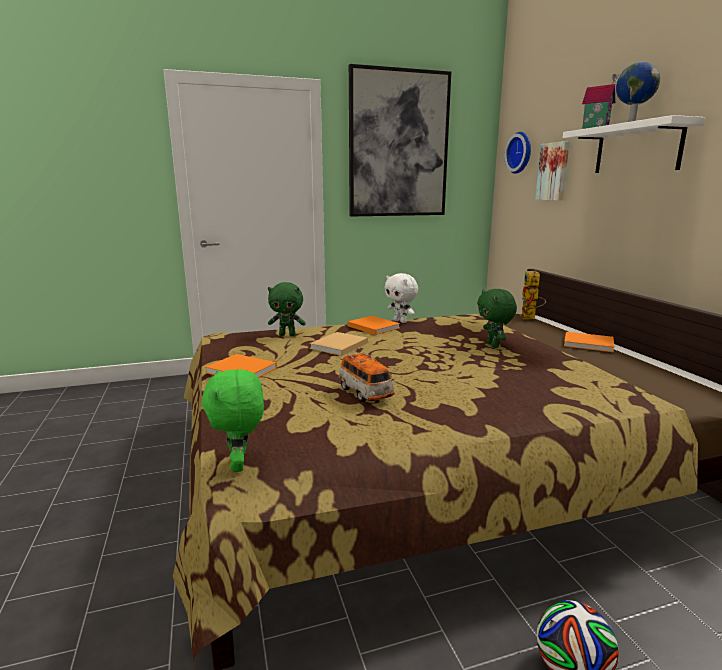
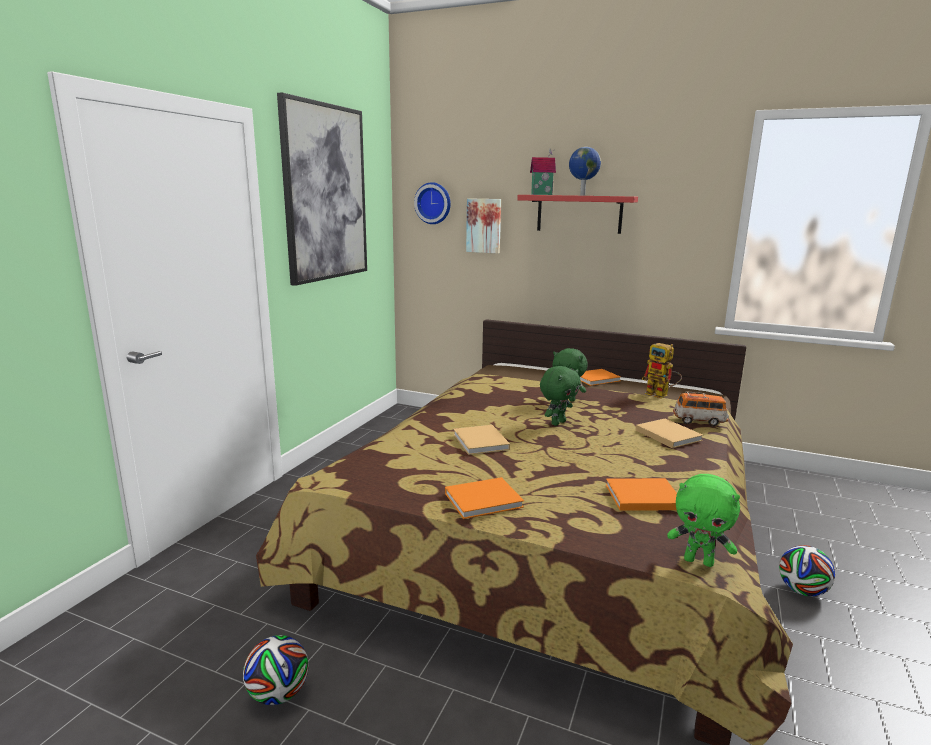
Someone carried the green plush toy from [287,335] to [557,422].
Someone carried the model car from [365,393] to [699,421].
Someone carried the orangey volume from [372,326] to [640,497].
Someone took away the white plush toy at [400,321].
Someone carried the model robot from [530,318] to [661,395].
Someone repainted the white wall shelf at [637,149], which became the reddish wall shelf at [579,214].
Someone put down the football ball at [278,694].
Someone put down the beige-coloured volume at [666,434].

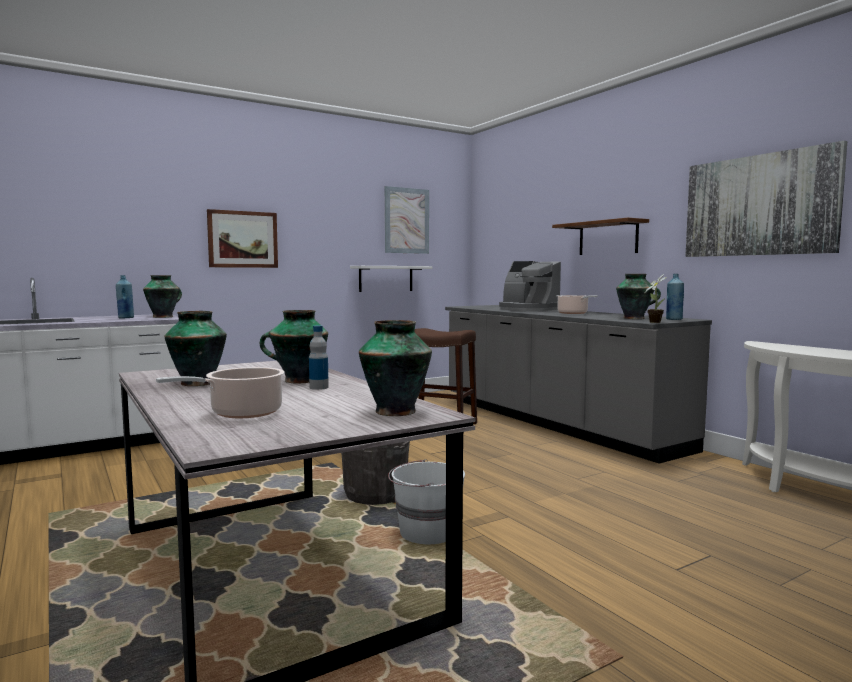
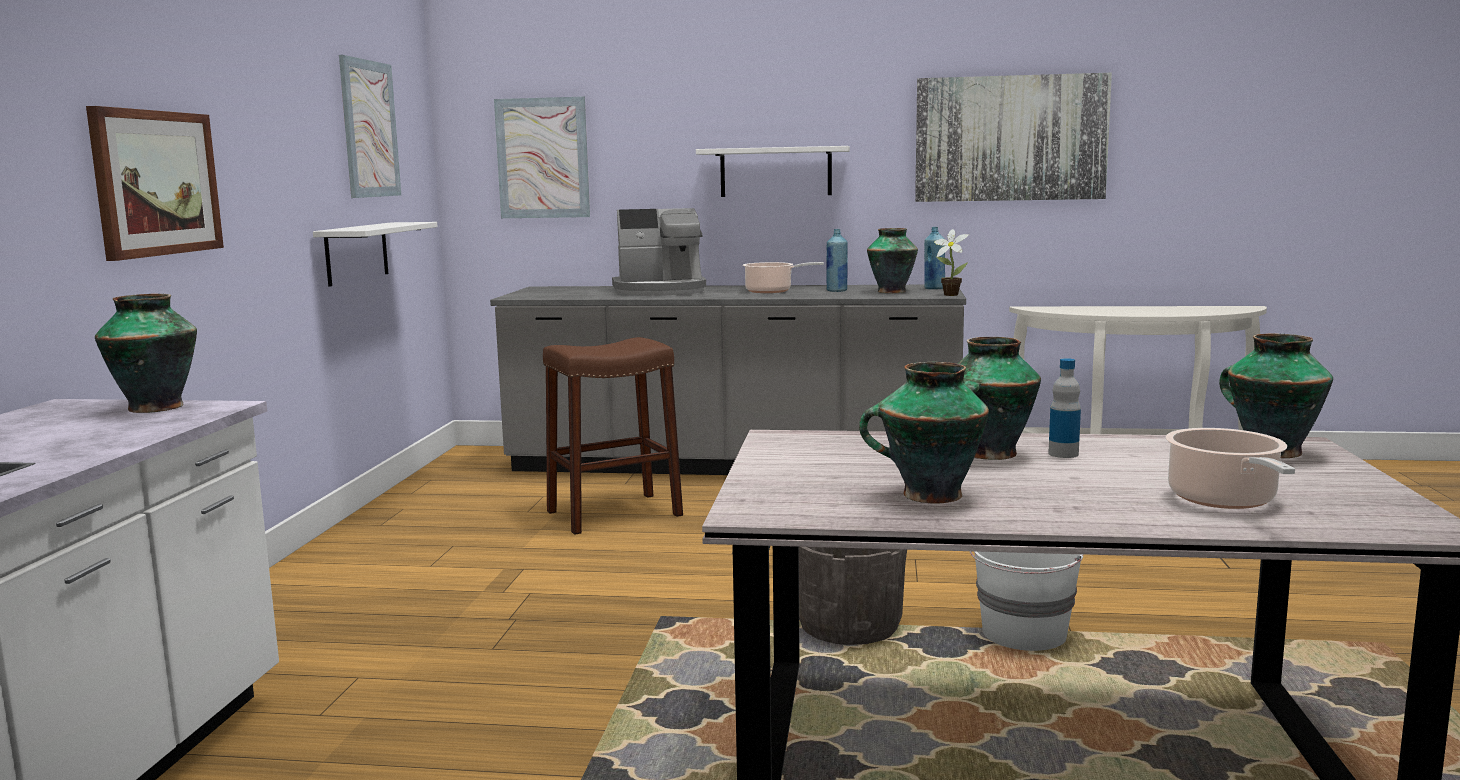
Someone carried the blue-coloured drink bottle from [125,318] to [836,291].
Someone repainted the brown-coloured wall shelf at [608,238], which became the white wall shelf at [775,172].
Someone put up the wall picture at [542,158].

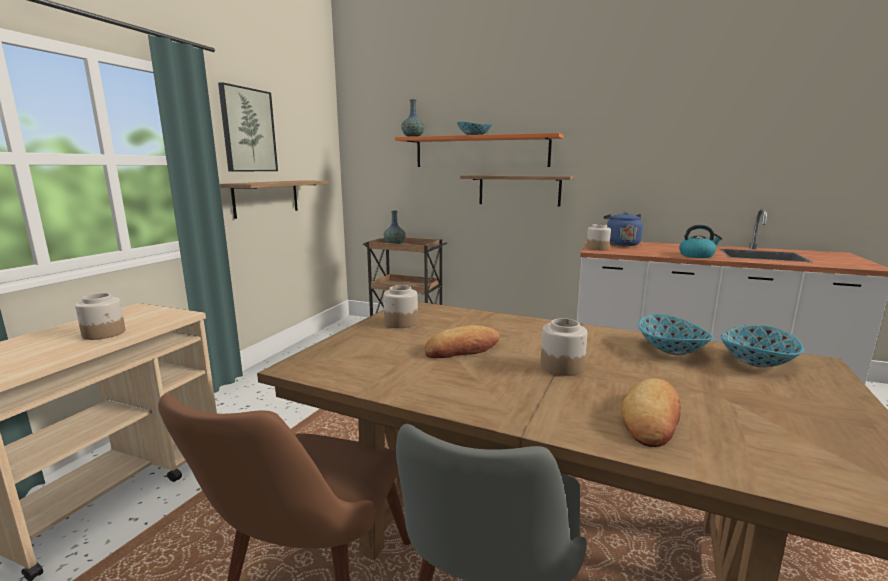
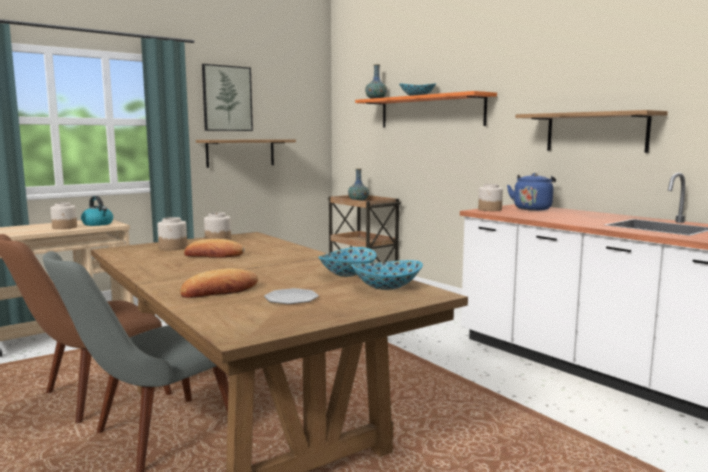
Someone carried the wall shelf from [519,190] to [595,132].
Someone carried the jar from [562,366] to [173,247].
Someone carried the tea kettle from [697,255] to [98,224].
Someone put down the flat dish at [291,298].

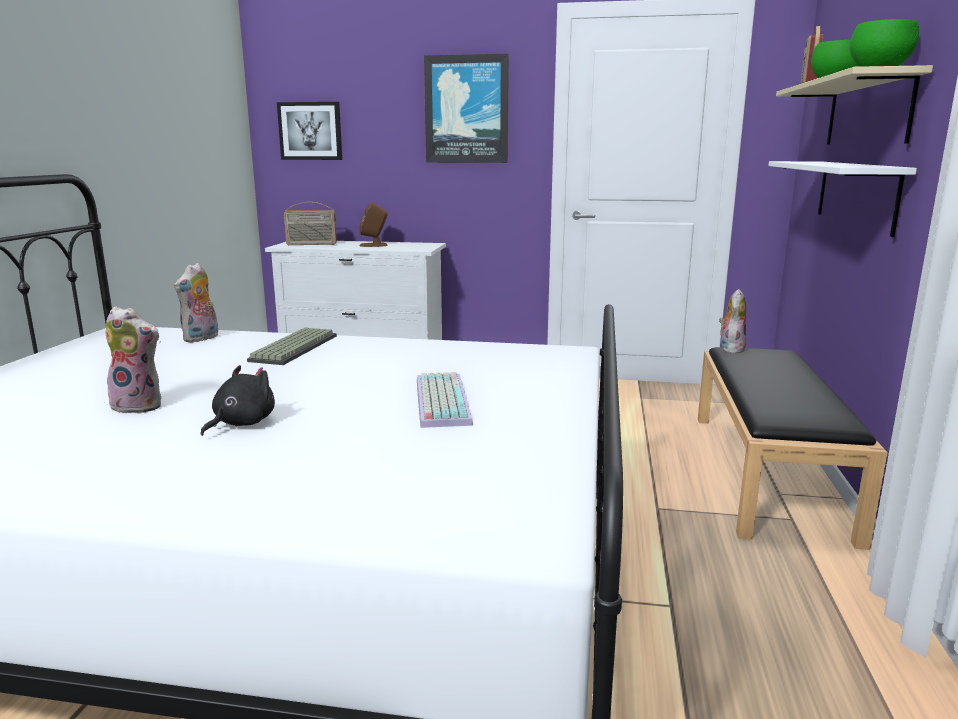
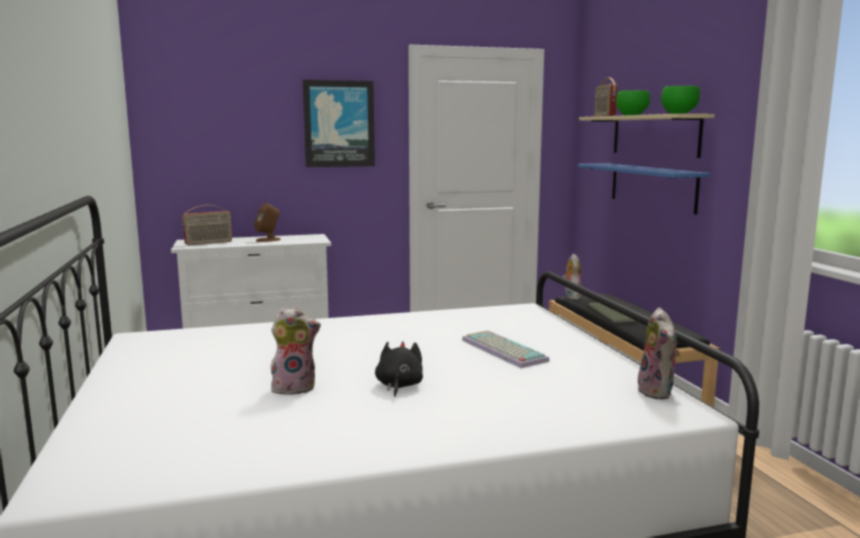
Someone carried the plush toy from [201,338] to [658,392].
Someone carried the computer keyboard from [293,347] to [609,314].
Someone took away the wall picture at [310,131].
Someone repainted the white wall shelf at [856,194], which became the blue-coloured wall shelf at [652,186].

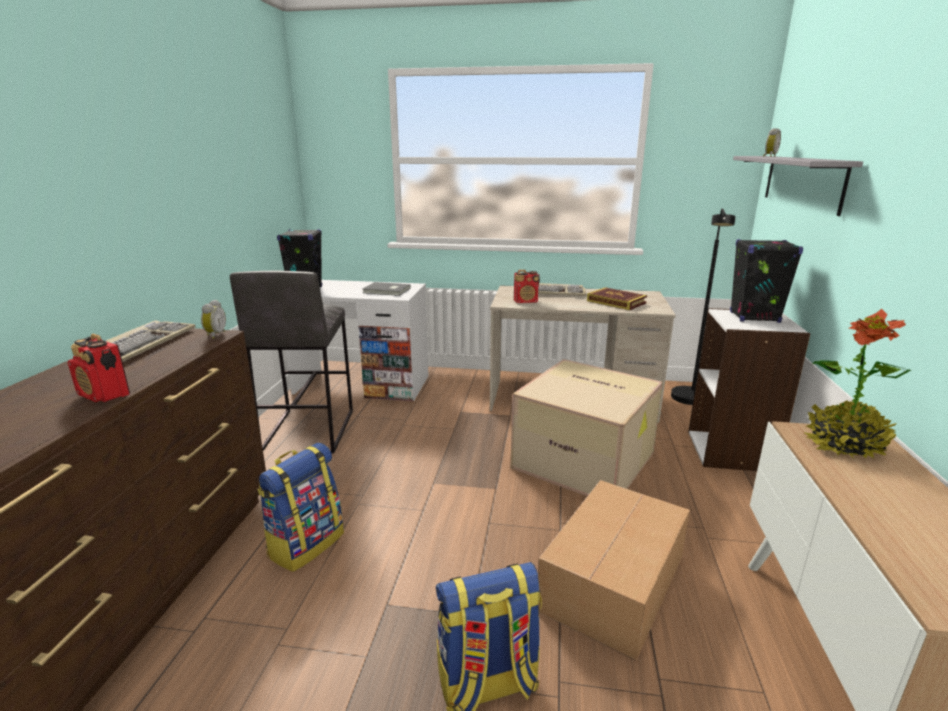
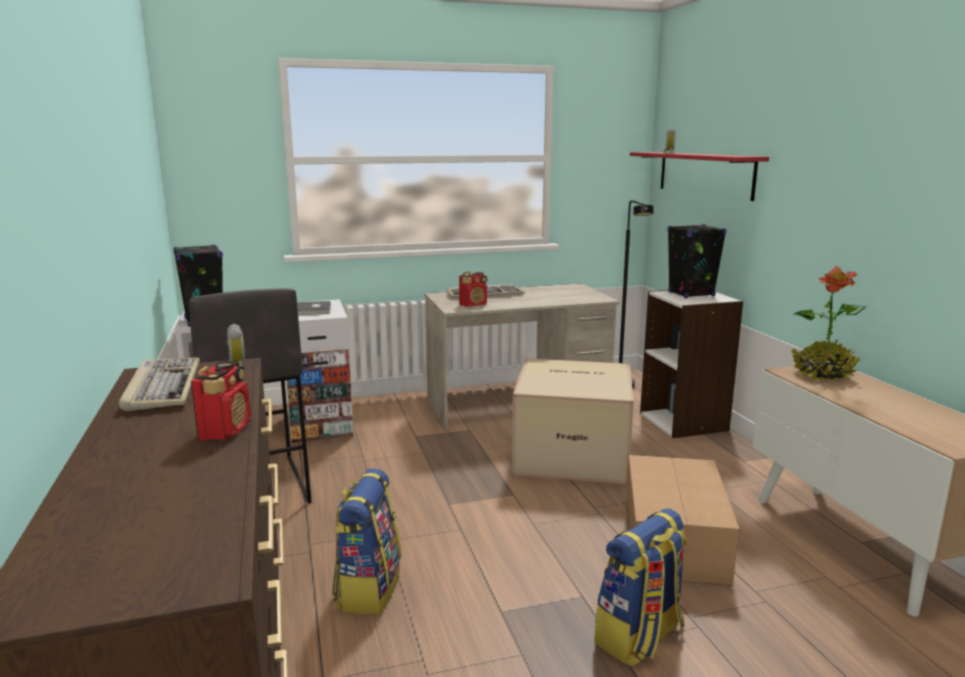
Someone rotated the radio at [104,395] by 90 degrees counterclockwise.
Someone took away the volume at [616,302].
Someone repainted the grey wall shelf at [802,182], which became the reddish wall shelf at [704,174].

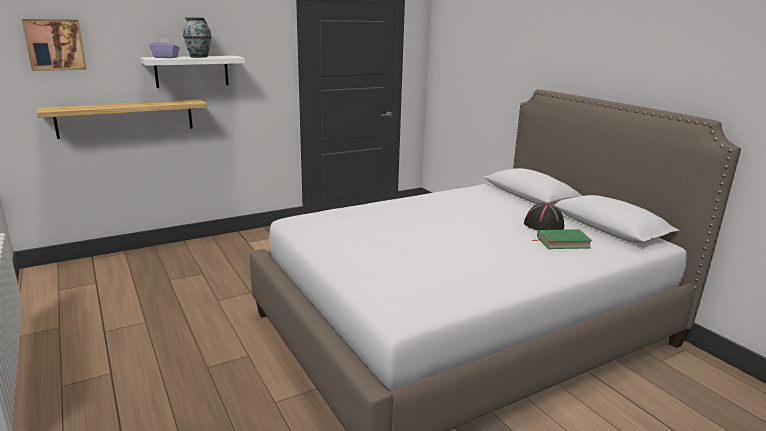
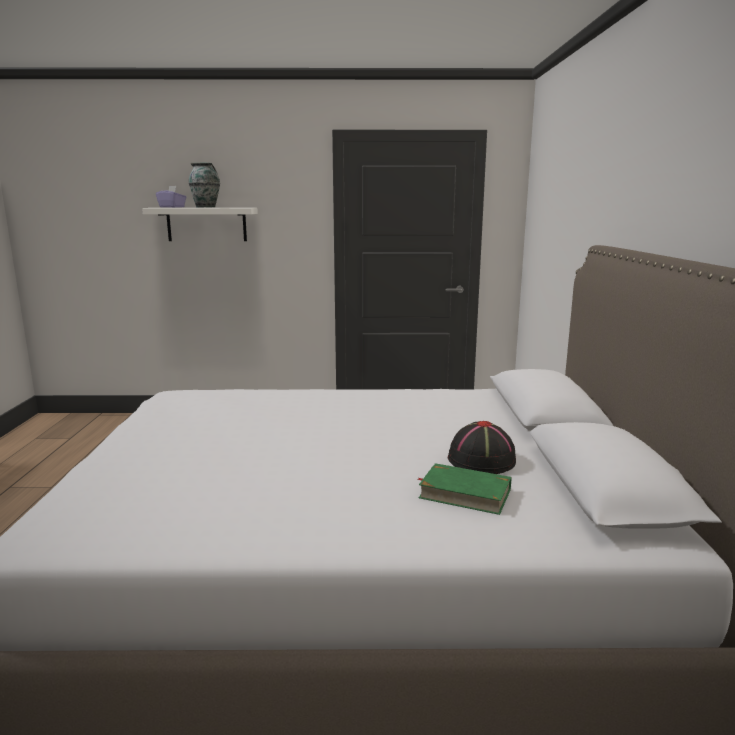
Someone took away the wall picture at [55,44].
Someone took away the wall shelf at [126,118].

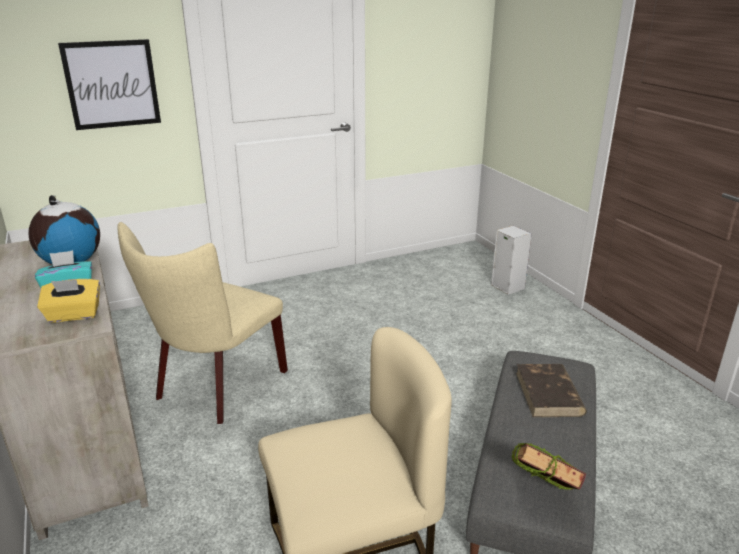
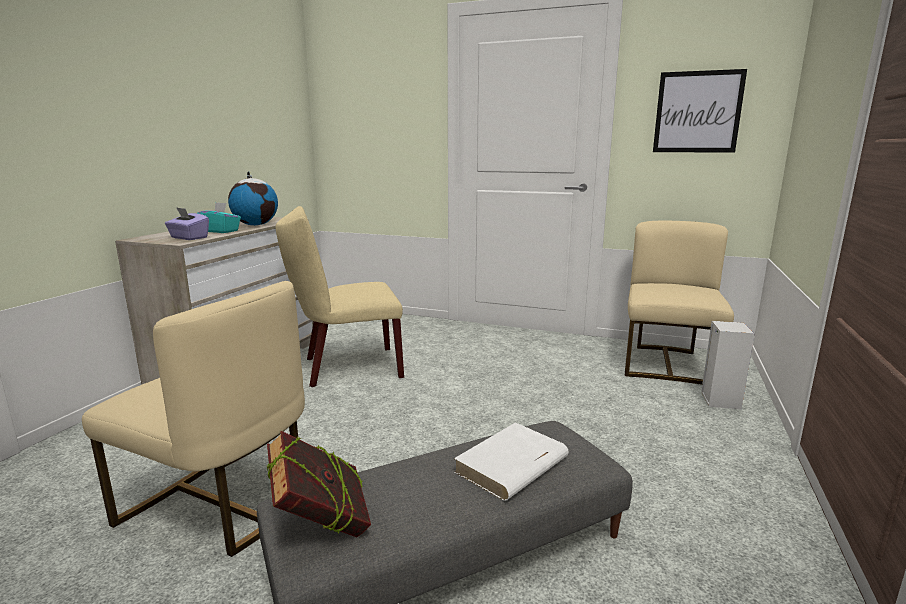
Someone repainted the yellowish tissue holder at [74,315], which became the purple-coloured tissue holder at [188,238].
Someone carried the wall picture from [112,84] to [697,112].
Someone repainted the brown-coloured volume at [549,394], which became the white volume at [511,466].
Someone put down the beige-coloured chair at [668,364].

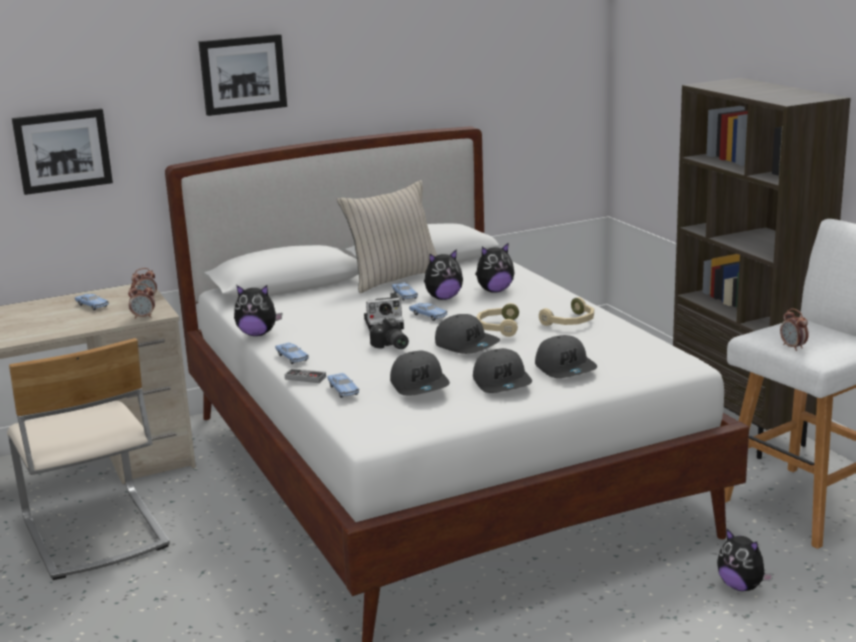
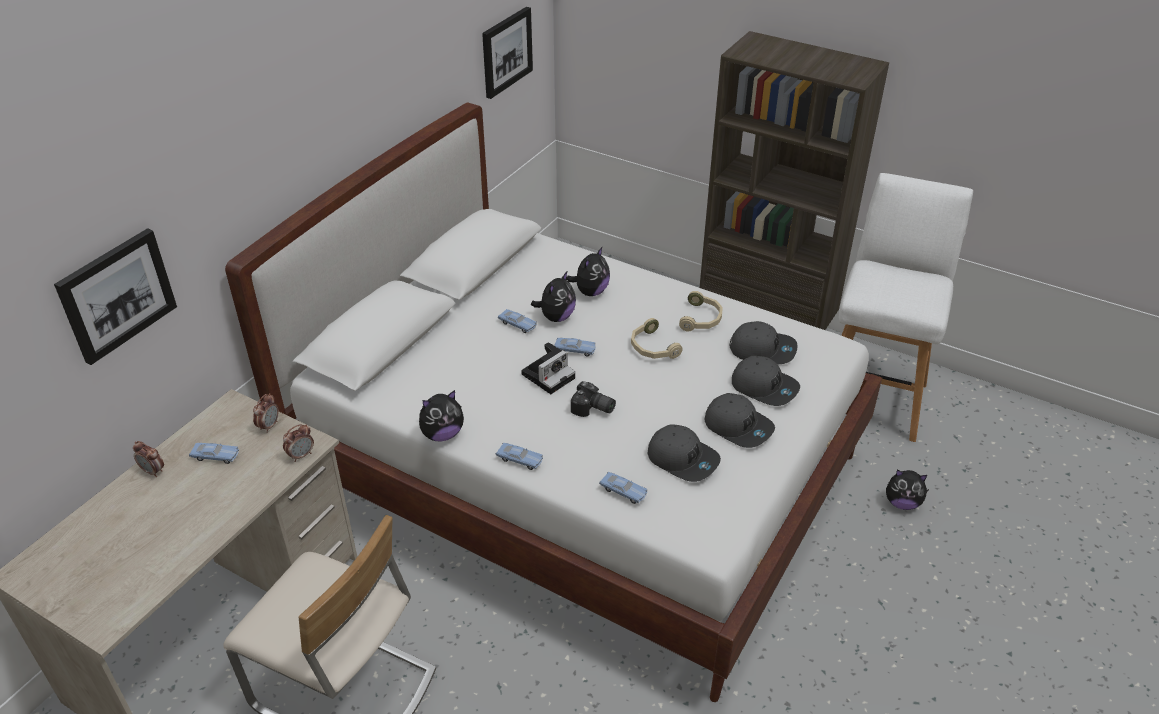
Someone carried the wall picture from [242,74] to [506,51].
Someone took away the gamepad at [305,378].
Someone took away the beige-coloured throw pillow at [394,279].
Someone carried the grey peaked cap from [467,345] to [762,349].
Someone carried the bedside clock from [793,347] to [153,471].

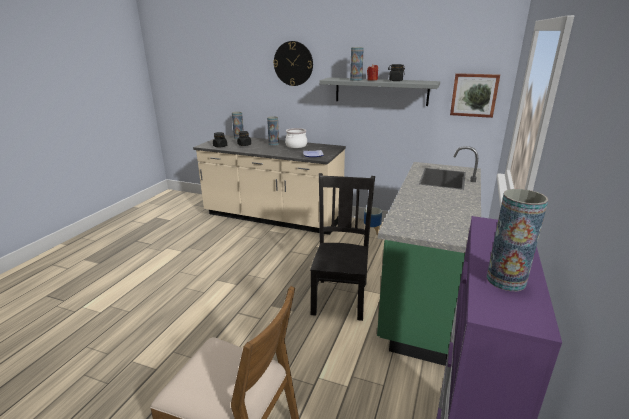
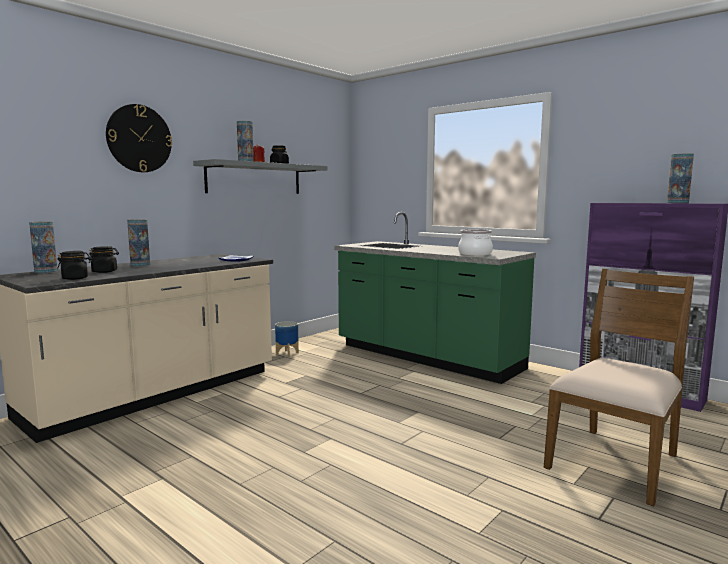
Someone carried the cooking pot from [296,145] to [474,254].
Someone took away the black-coloured chair at [340,297].
Someone took away the wall picture at [474,95].

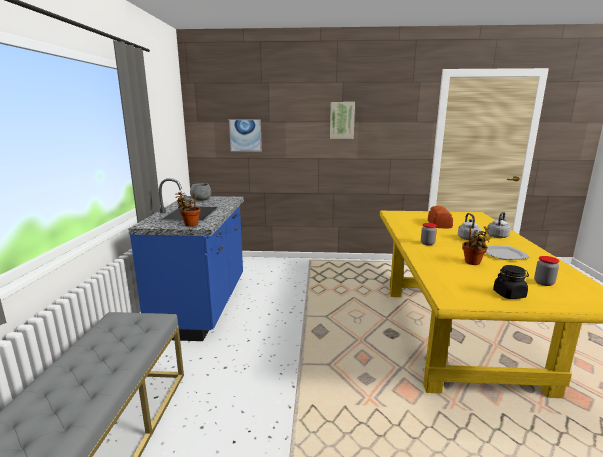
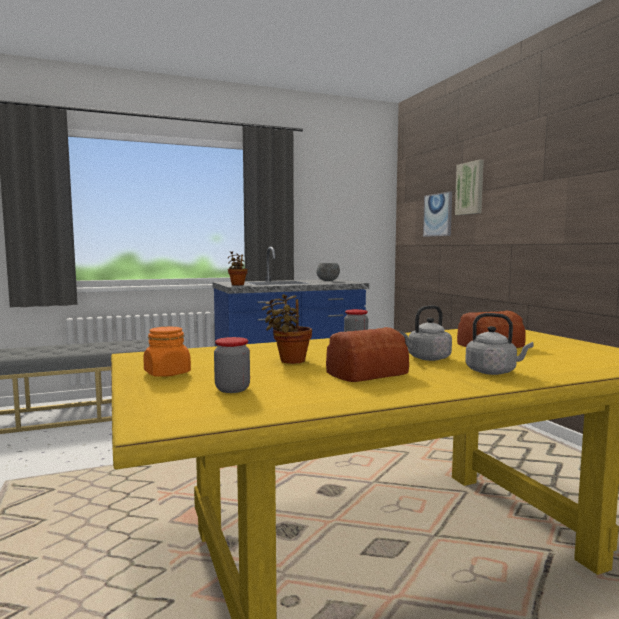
Someone carried the wall picture from [342,120] to [470,188].
Someone swapped the flat dish at [503,254] for the bakery bread at [365,373].
Someone repainted the black-coloured jar at [509,294], which became the orangey jar at [167,373].

